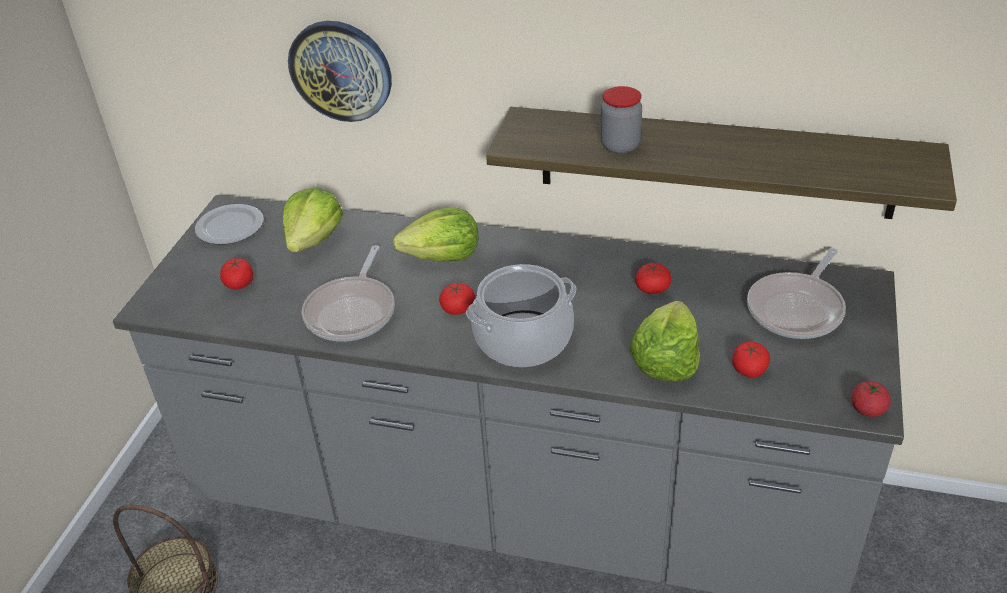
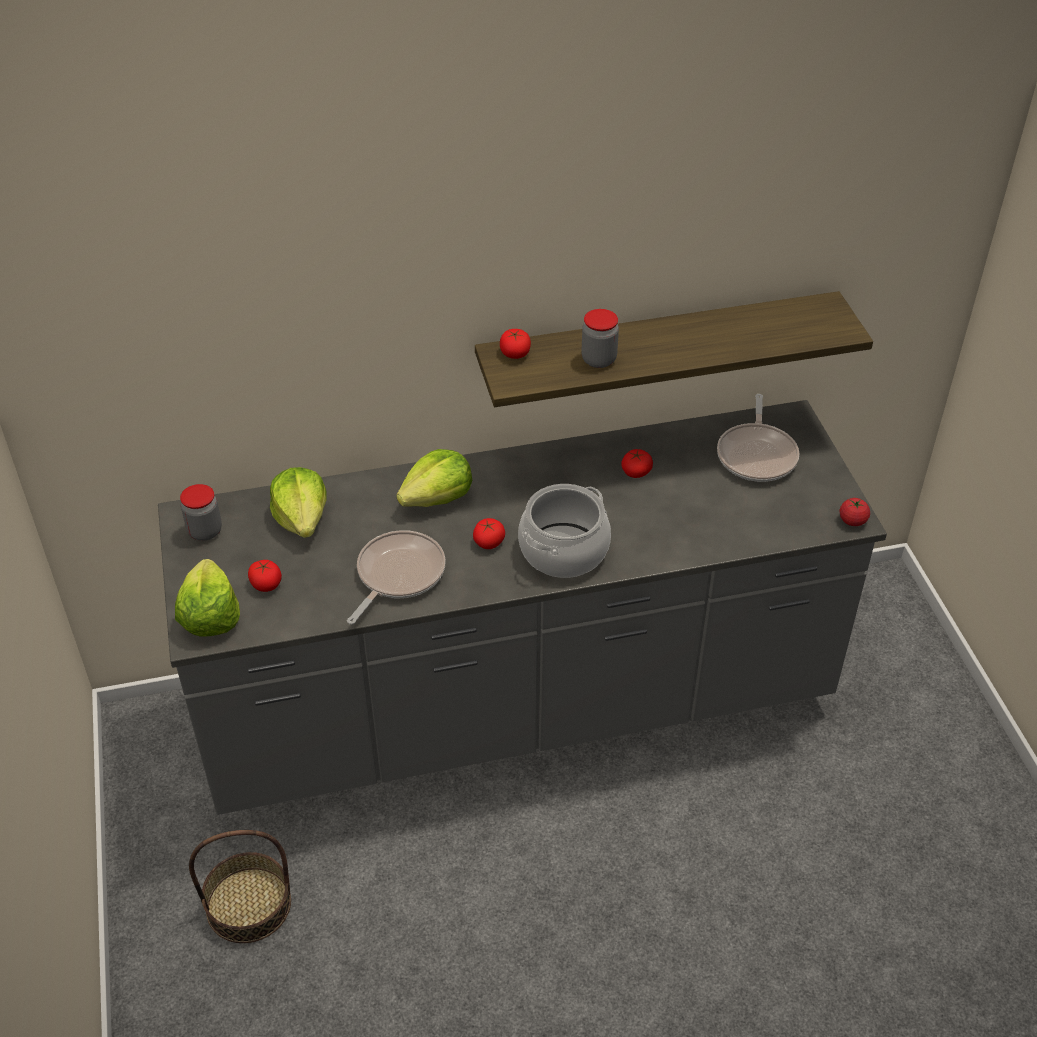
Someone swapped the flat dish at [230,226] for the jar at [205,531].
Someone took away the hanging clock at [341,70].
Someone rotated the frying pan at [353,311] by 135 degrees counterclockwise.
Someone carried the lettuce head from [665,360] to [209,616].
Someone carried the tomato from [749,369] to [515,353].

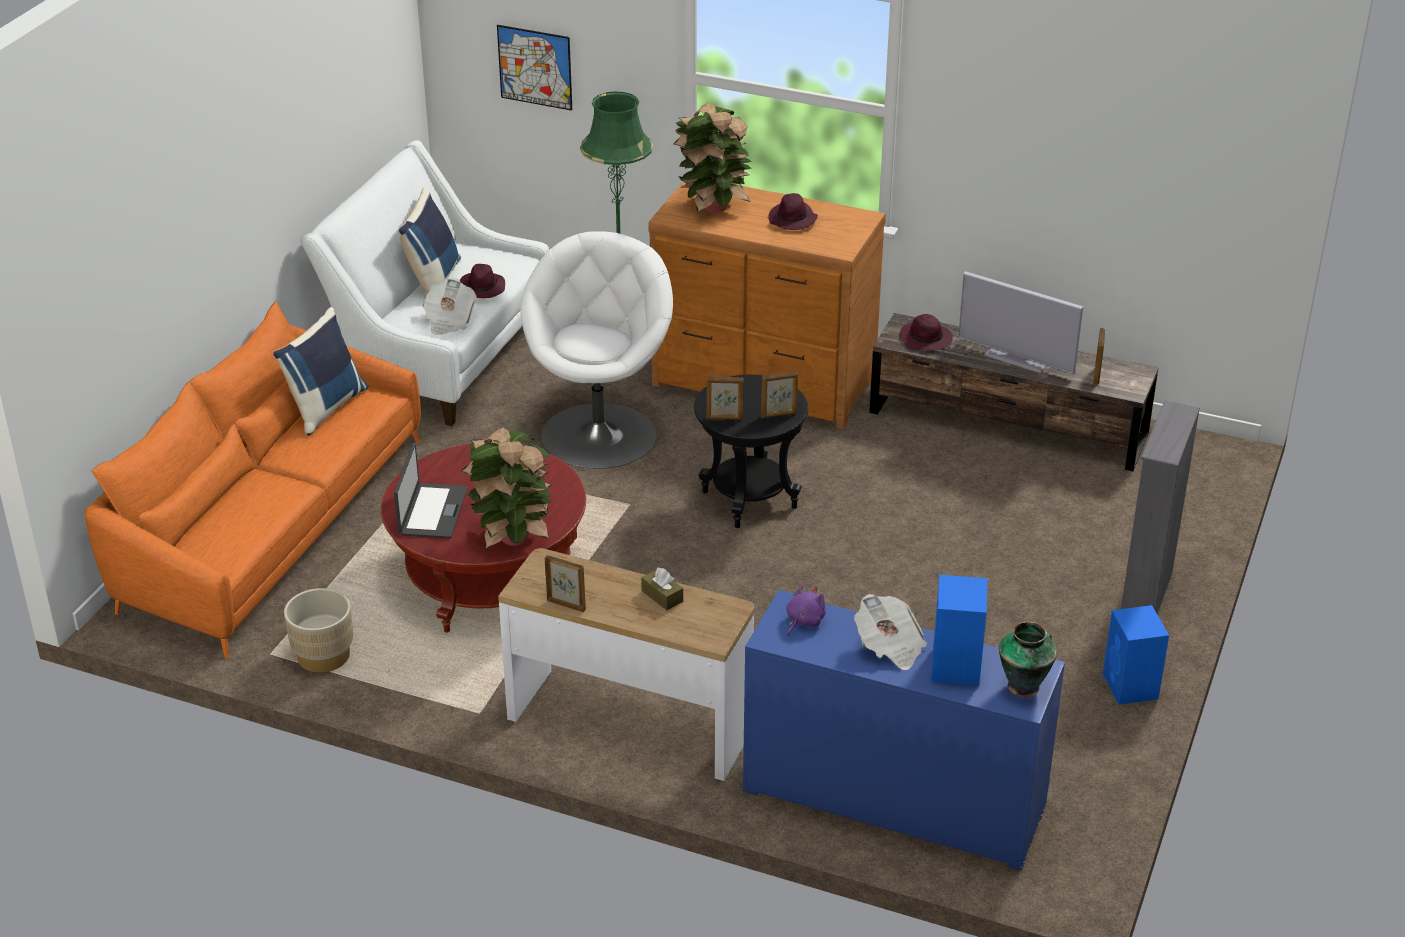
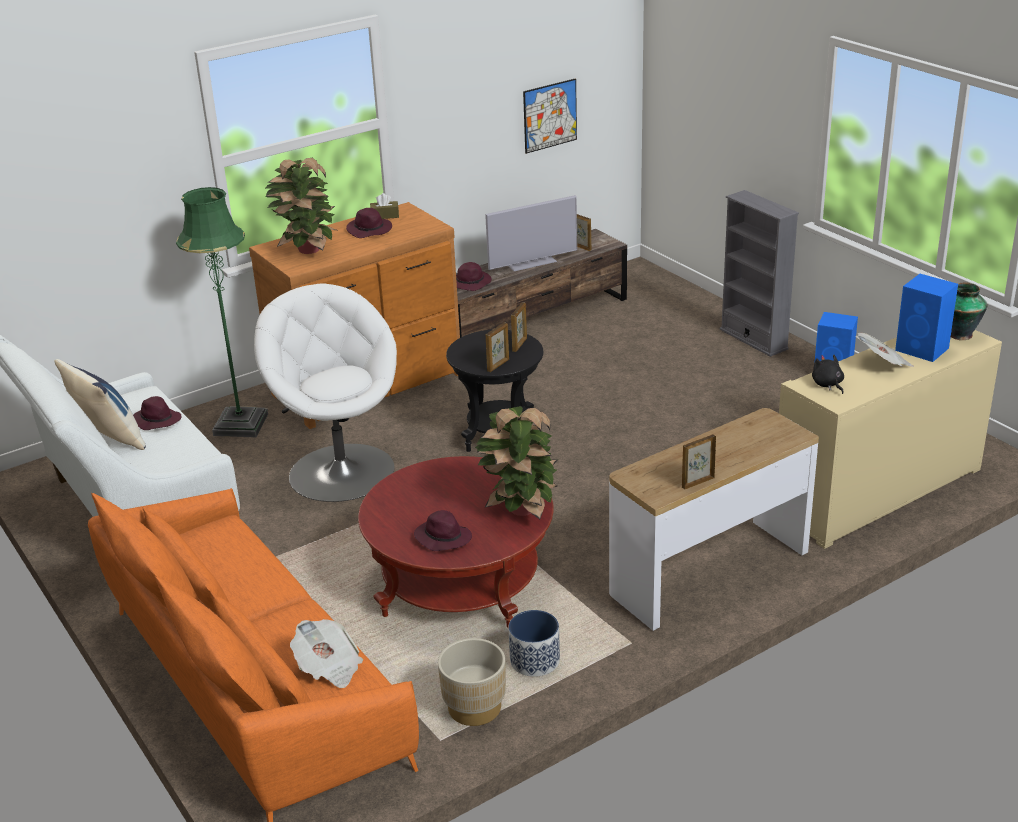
Someone took away the blue-coloured throw pillow at [325,407].
Someone swapped the portable computer at [432,511] for the purple-coloured hat at [442,538].
Someone carried the newspaper from [449,320] to [329,667].
Someone carried the wall picture from [535,67] to [550,115].
Someone carried the brown-coloured tissue holder from [662,596] to [385,216].
Someone repainted the blue-coloured storage cabinet at [893,799], which became the beige-coloured storage cabinet at [877,491].
Someone repainted the purple-coloured plush toy at [804,621], which became the black-coloured plush toy at [827,385].
Someone put down the flower pot at [534,661].

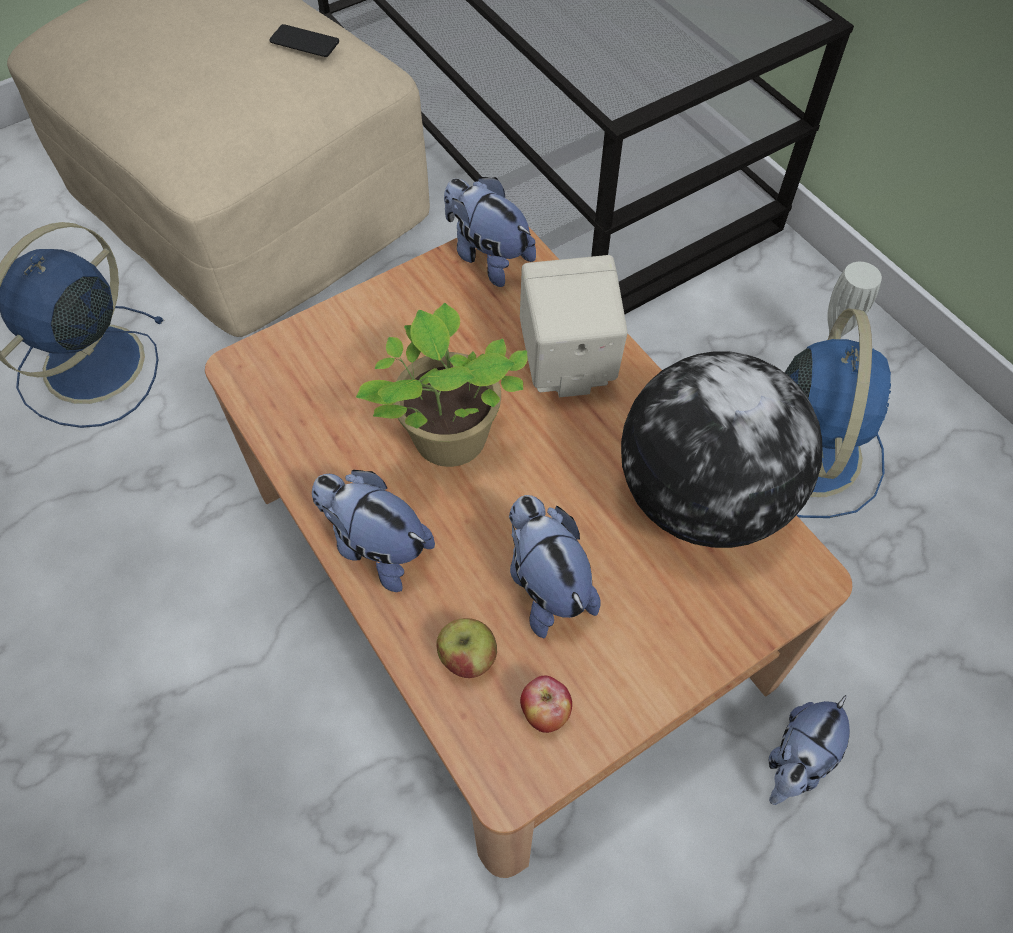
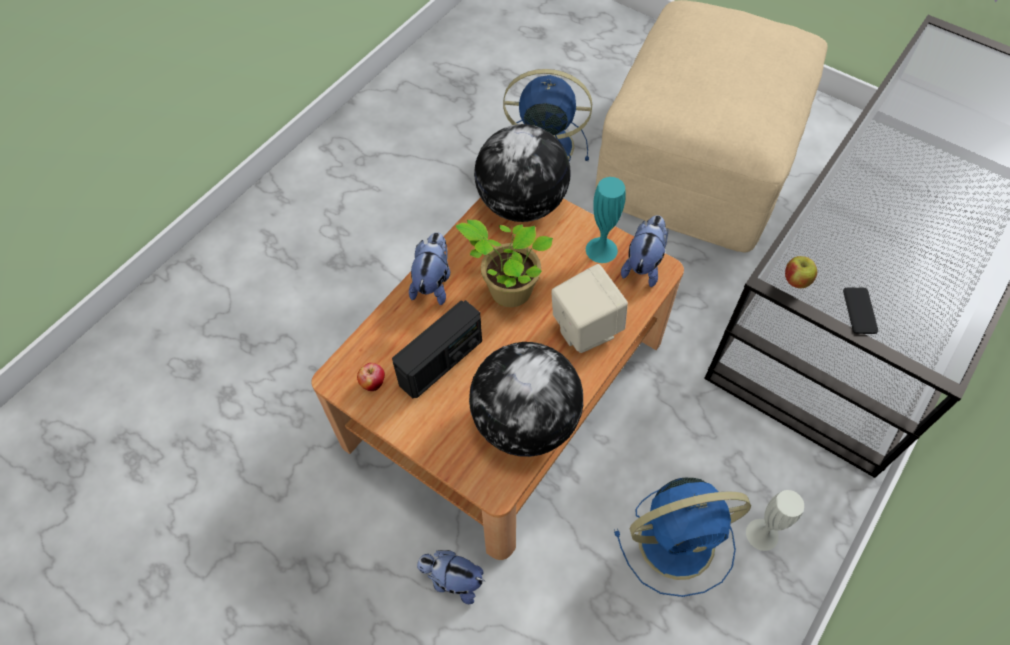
Someone carried the phone from [304,42] to [859,311].
Someone carried the apple from [468,658] to [795,280].
Someone swapped the plush toy at [546,584] for the radio at [441,362].
Someone put down the world globe at [521,204].
Someone put down the turquoise decorative vase at [601,250].

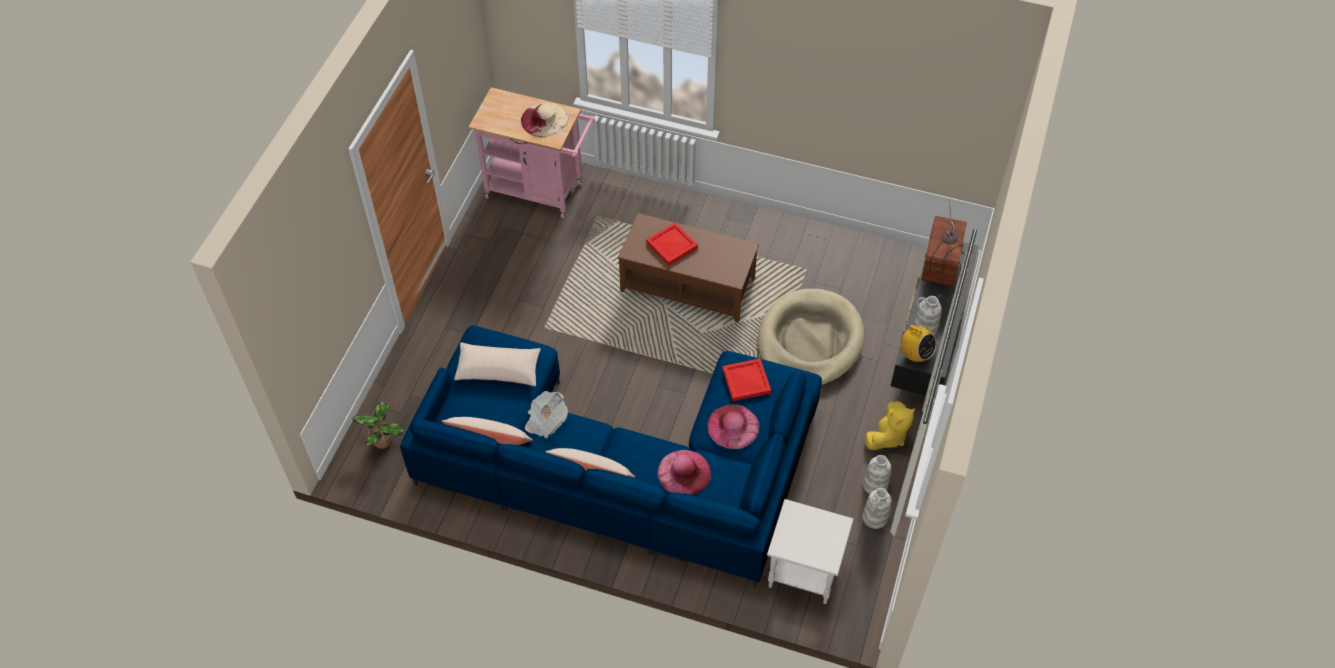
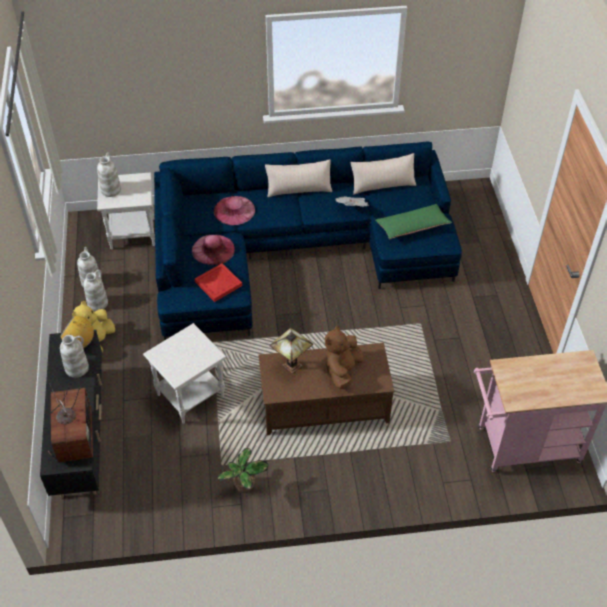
Someone carried the plant in a pot from [383,441] to [244,487].
Someone repainted the beige-coloured throw pillow at [498,369], which became the green throw pillow at [412,227].
Someone took away the beige-coloured hat at [544,120].
Someone swapped the reddish tray at [671,246] for the brown-coloured plush toy at [342,370].
Someone swapped the beige-coloured dog cushion at [809,342] for the white side table at [190,395].
Someone put down the white decorative vase at [110,190].
Someone put down the tabletop lamp at [291,366].

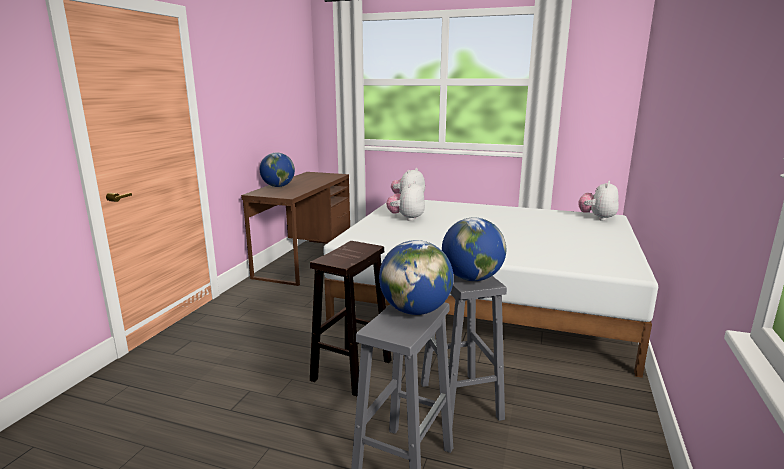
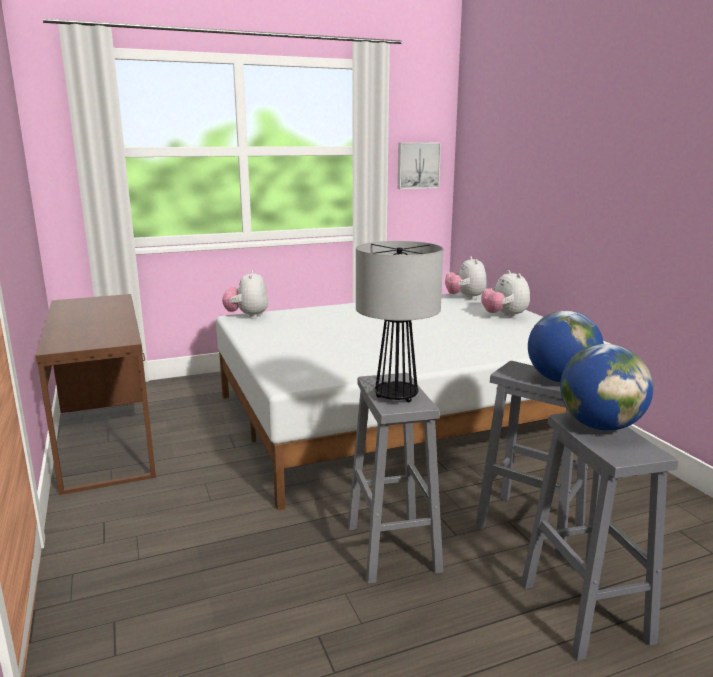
Someone took away the world globe at [278,186].
Someone repainted the brown-coloured stool at [352,369], which became the grey stool at [391,547].
Someone carried the plush toy from [406,218] to [504,316].
Someone put down the tabletop lamp at [396,396].
Someone put up the wall picture at [417,165].

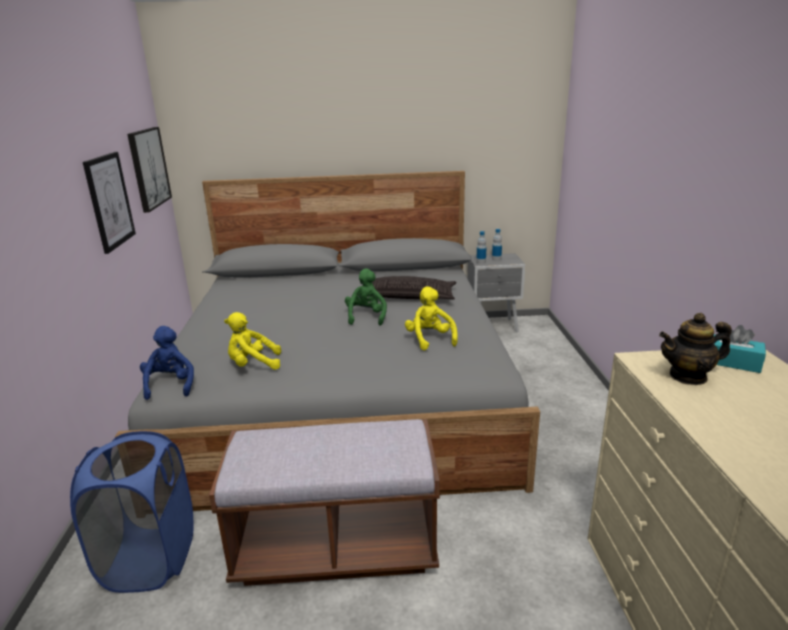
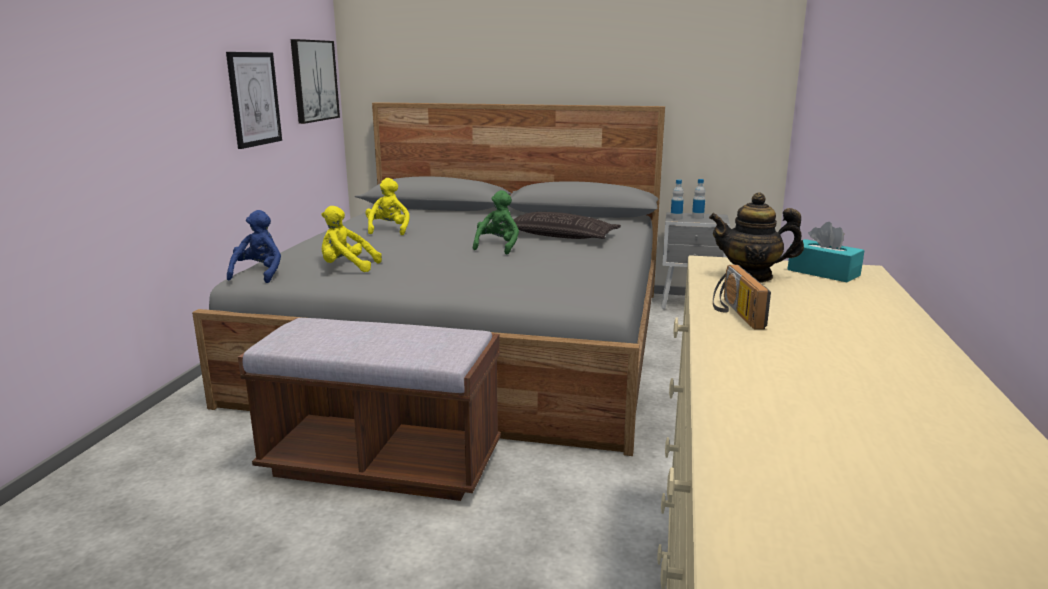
Someone took away the blue-coloured laundry basket at [150,559].
Someone carried the yellowish plush toy from [430,339] to [388,230].
Someone put down the radio at [734,313].

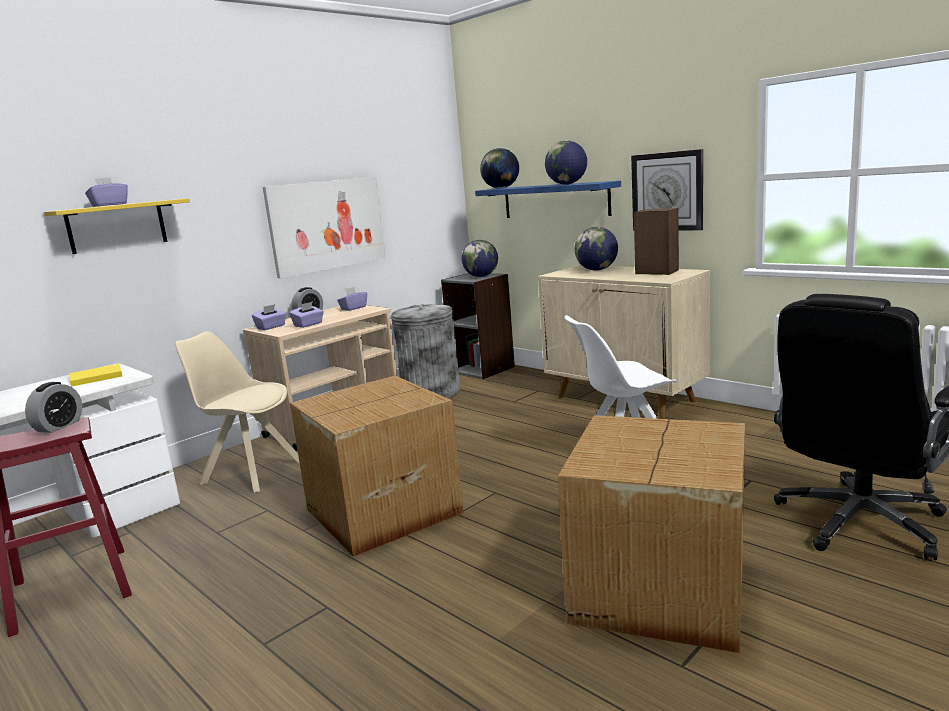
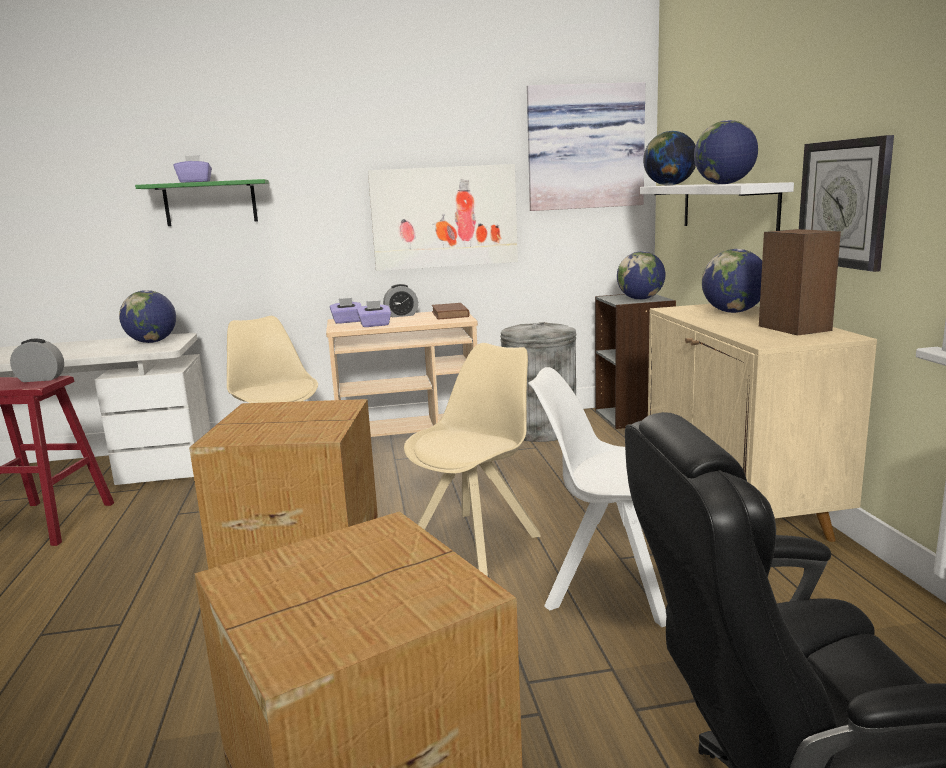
Someone rotated the bedside clock at [59,426] by 150 degrees counterclockwise.
Someone repainted the yellowish wall shelf at [117,226], which became the green wall shelf at [210,203].
Someone swapped the yellowish volume at [94,377] for the world globe at [152,342].
Someone swapped the purple-coloured tissue holder at [353,308] for the brown-coloured volume at [450,315].
Someone repainted the blue-coloured wall shelf at [555,200], which became the white wall shelf at [728,207].
Someone put down the beige-coloured chair at [476,541].
Someone put up the wall picture at [584,147].

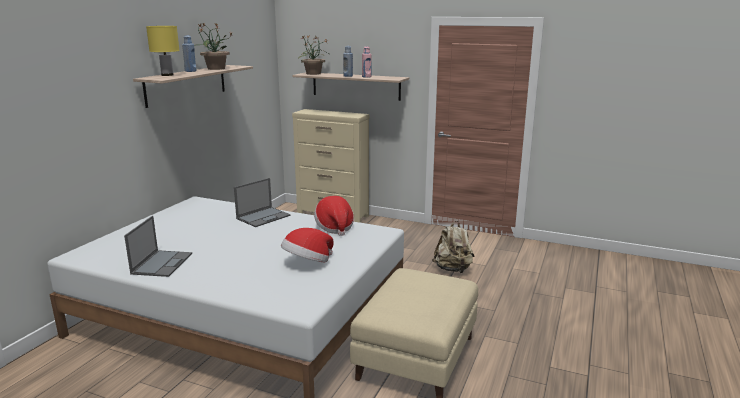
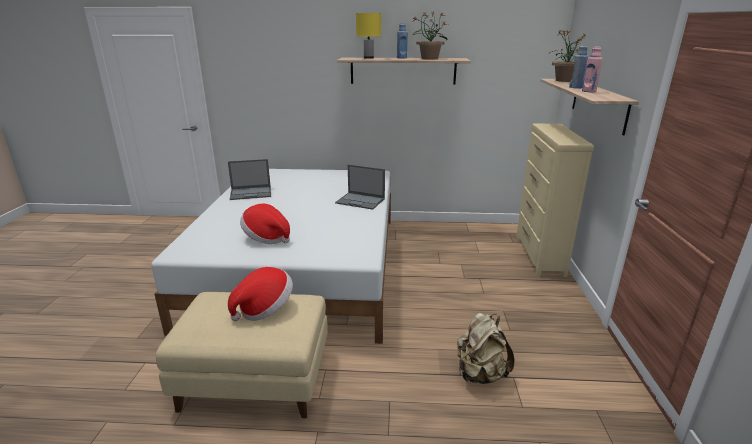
Someone carried the hat from [334,227] to [264,309].

